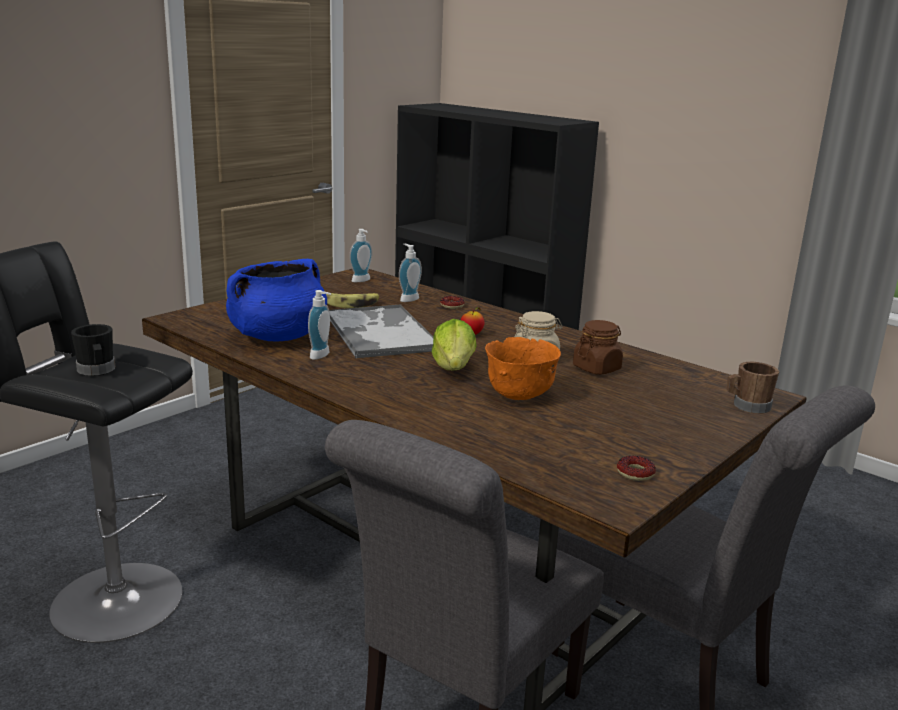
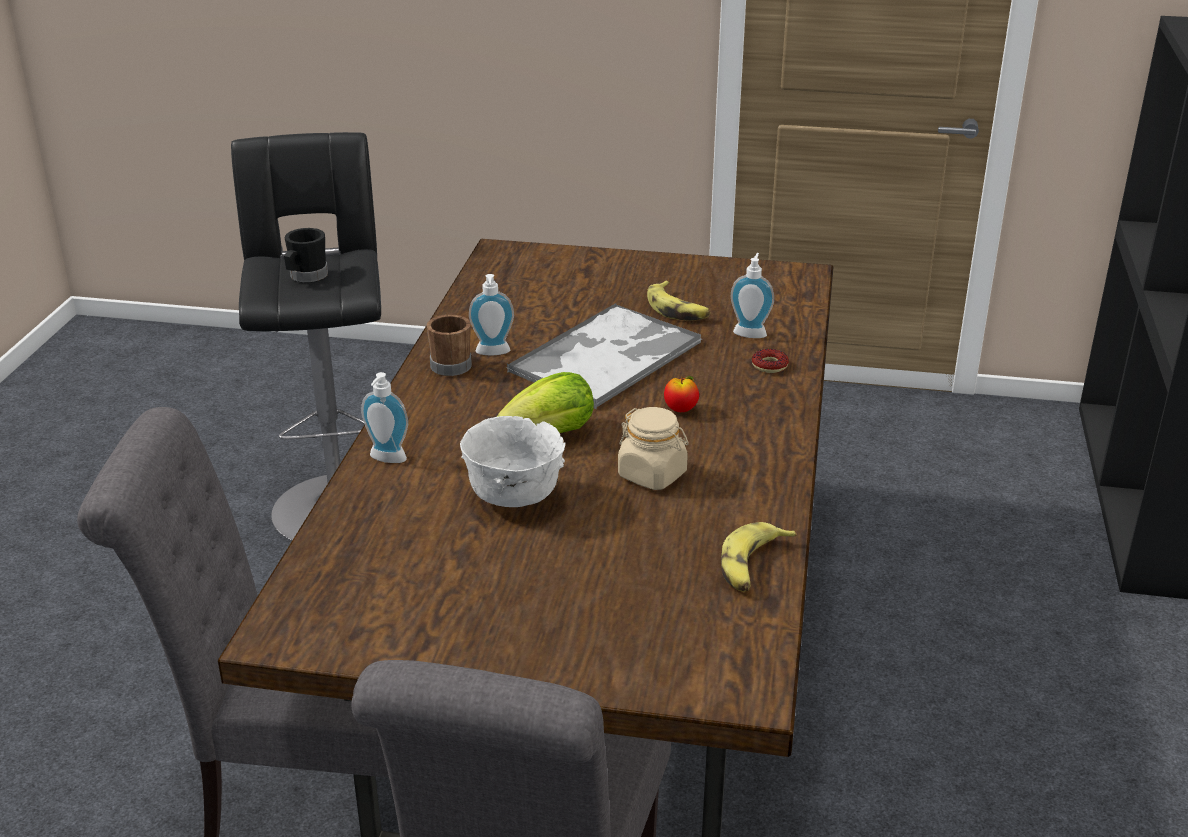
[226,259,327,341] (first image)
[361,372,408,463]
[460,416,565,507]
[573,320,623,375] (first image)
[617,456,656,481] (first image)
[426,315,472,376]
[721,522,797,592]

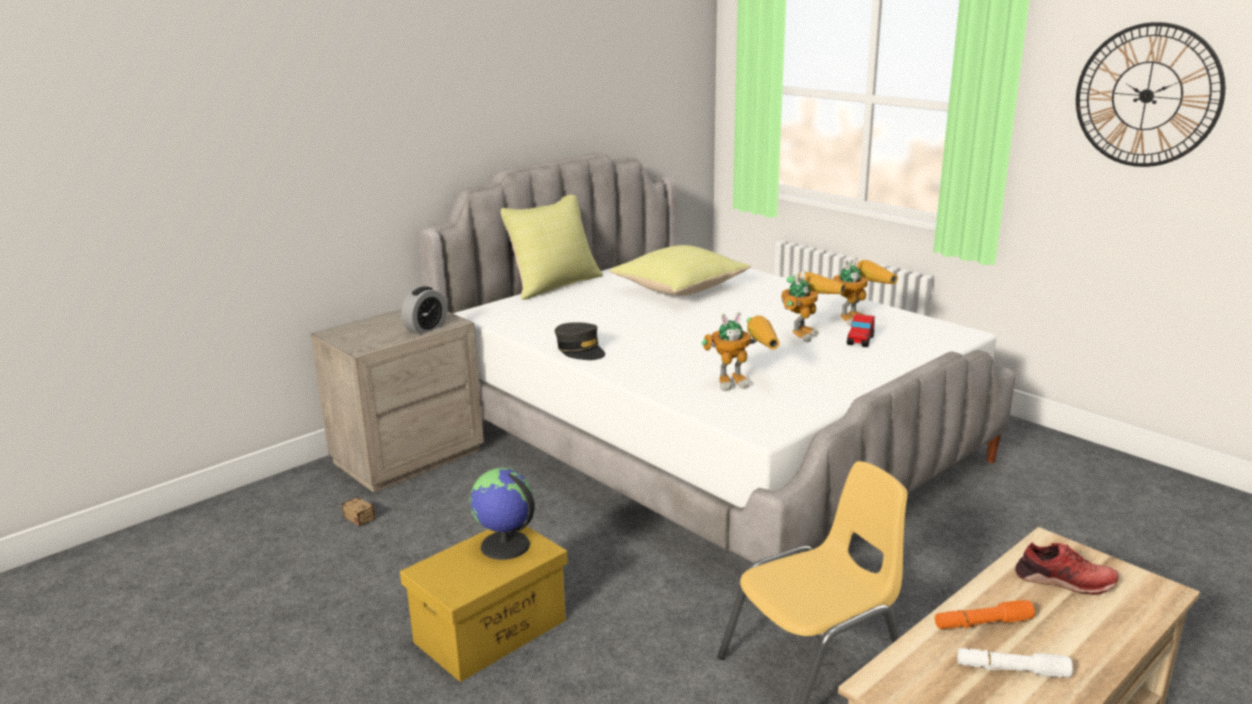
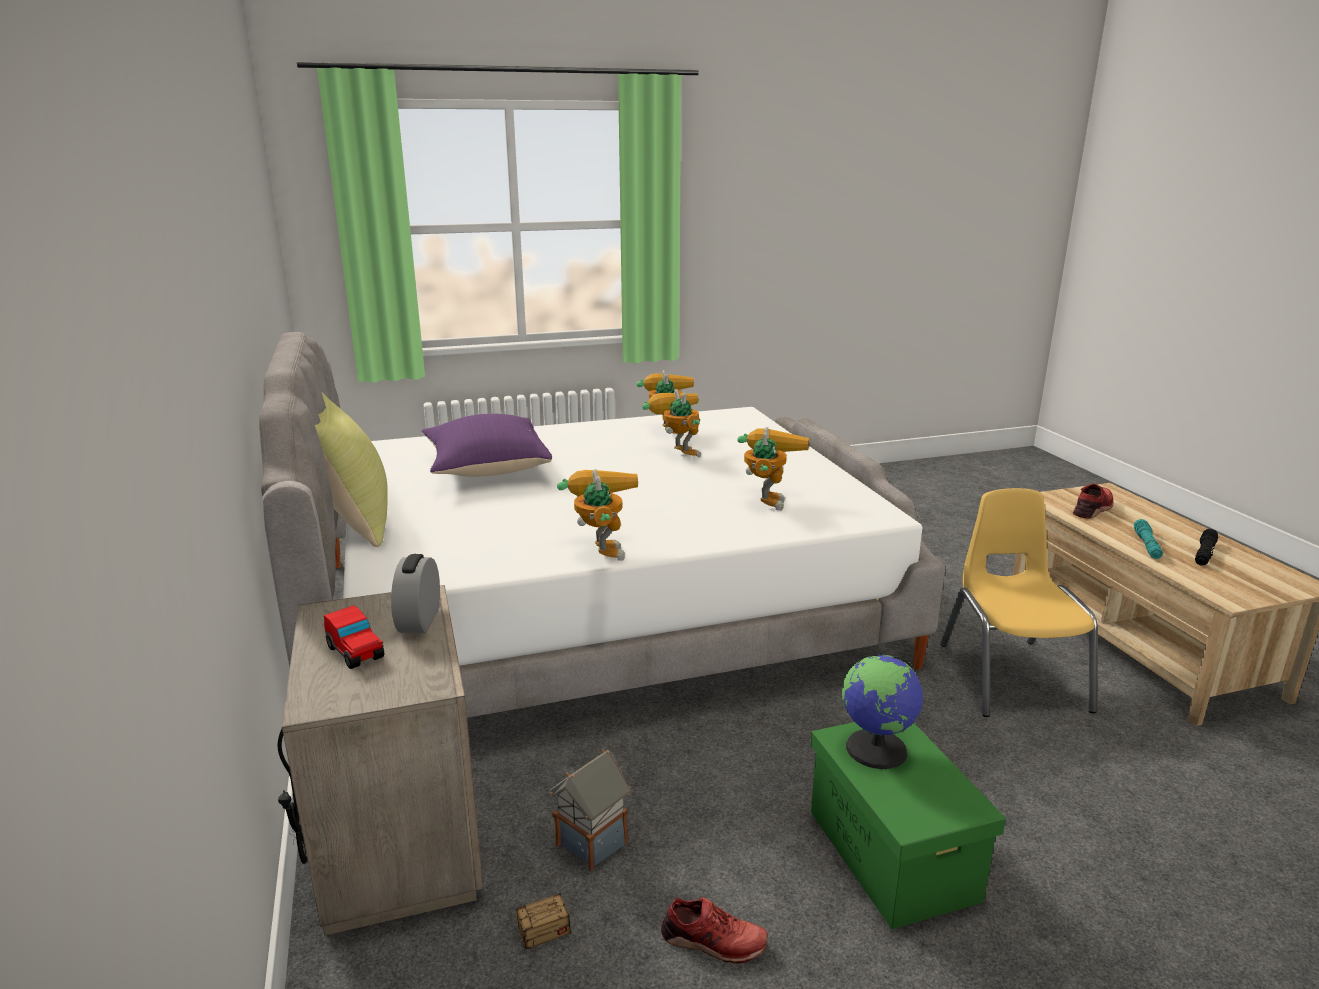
[811,722,1006,929]
[391,554,440,633]
[557,469,638,561]
[421,414,552,477]
[324,605,384,669]
[1134,519,1163,559]
[1195,529,1218,566]
[1076,22,1225,167] (first image)
[550,749,631,871]
[661,897,768,964]

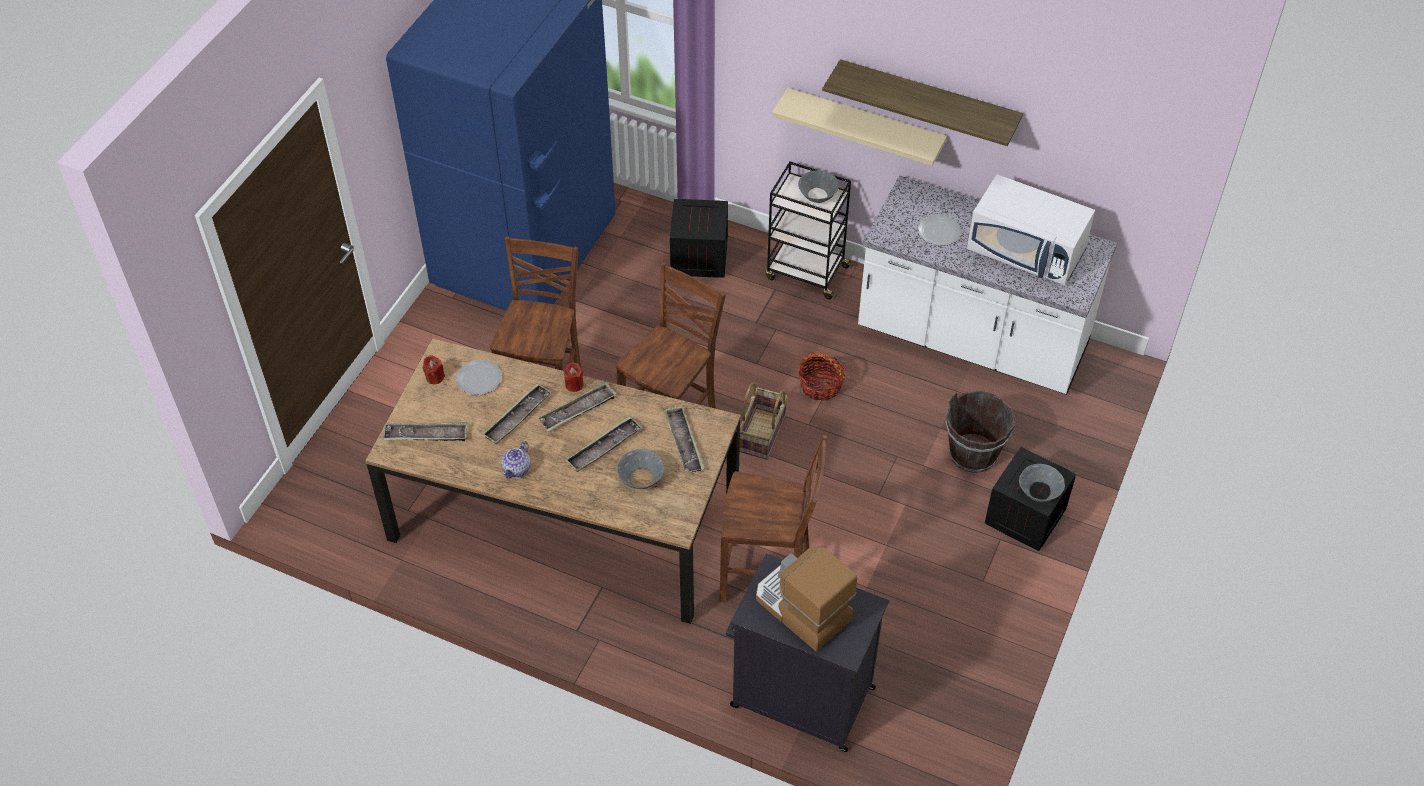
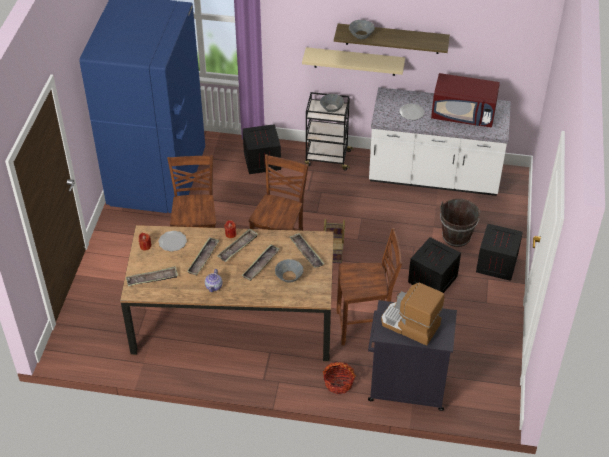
[323,362,356,394]
[431,73,500,128]
[349,20,375,39]
[408,237,461,293]

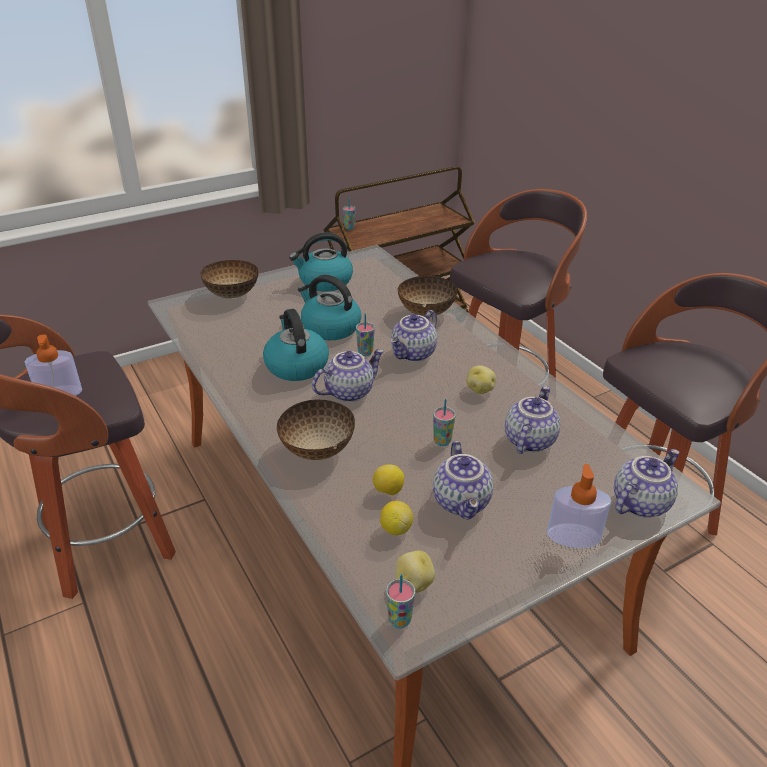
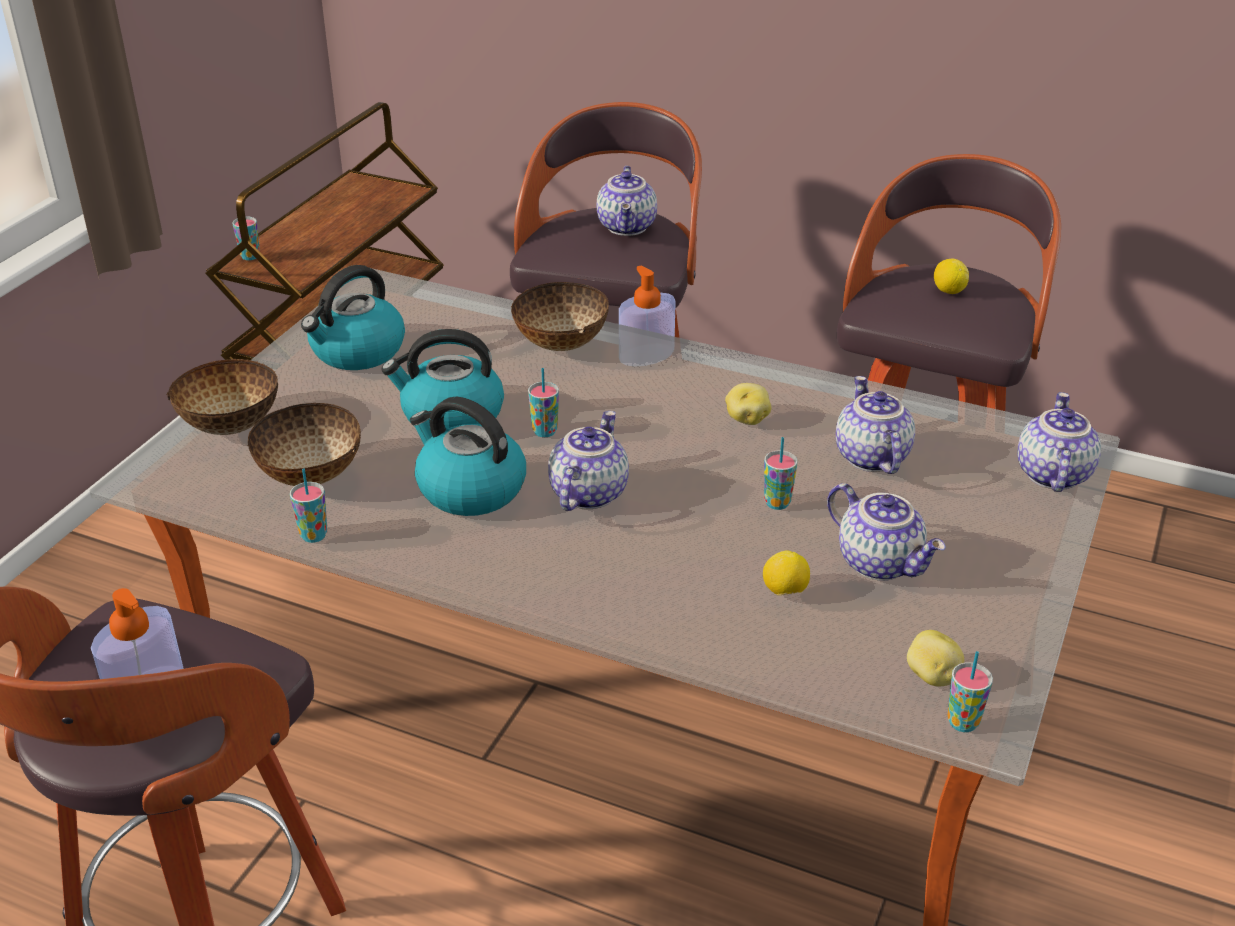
[248,403,361,486]
[934,259,969,294]
[597,166,657,236]
[619,266,676,366]
[290,469,327,543]

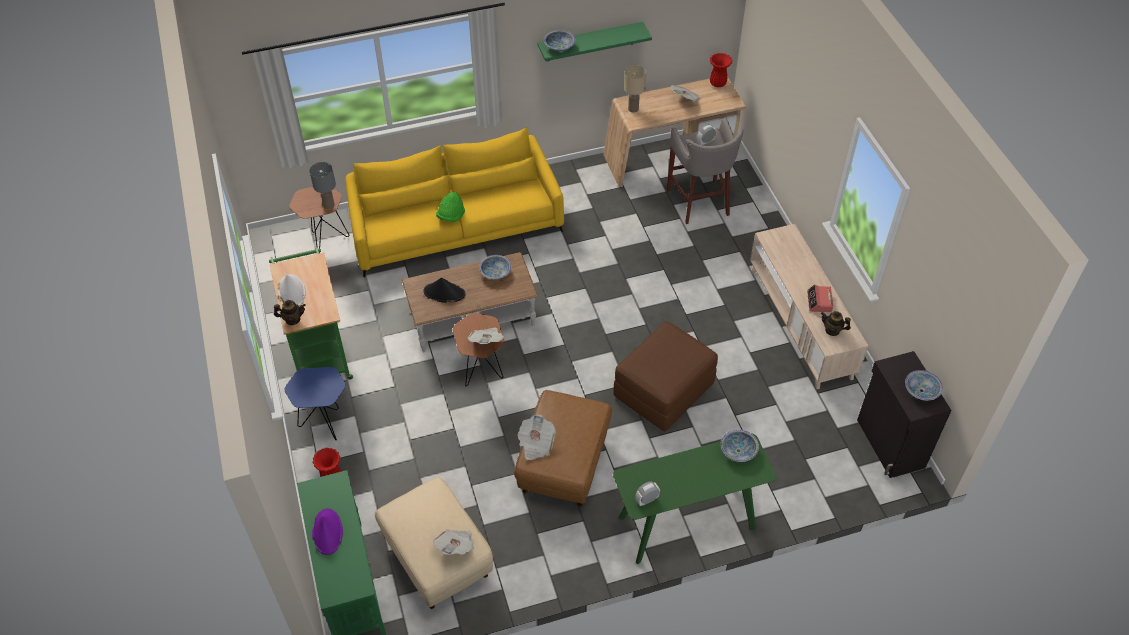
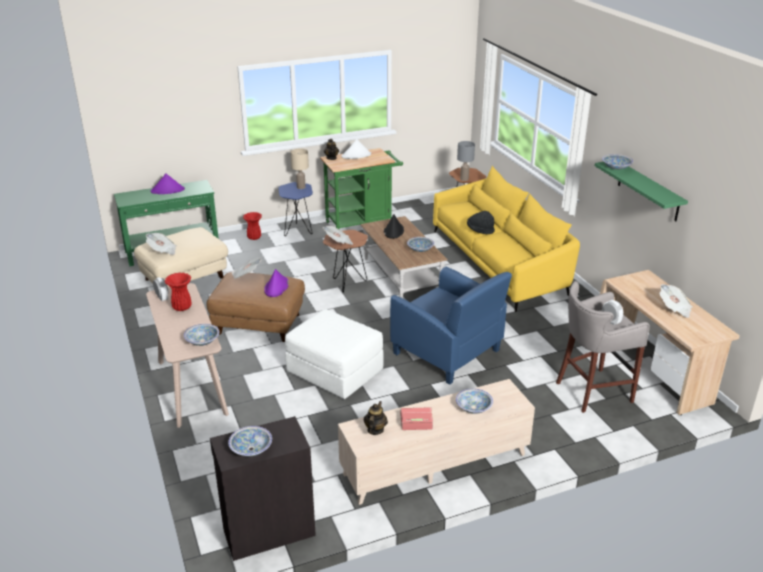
[467,211,495,234]
[285,309,383,399]
[146,283,229,428]
[291,149,309,189]
[165,273,192,311]
[264,269,289,297]
[390,267,512,385]
[456,388,493,414]

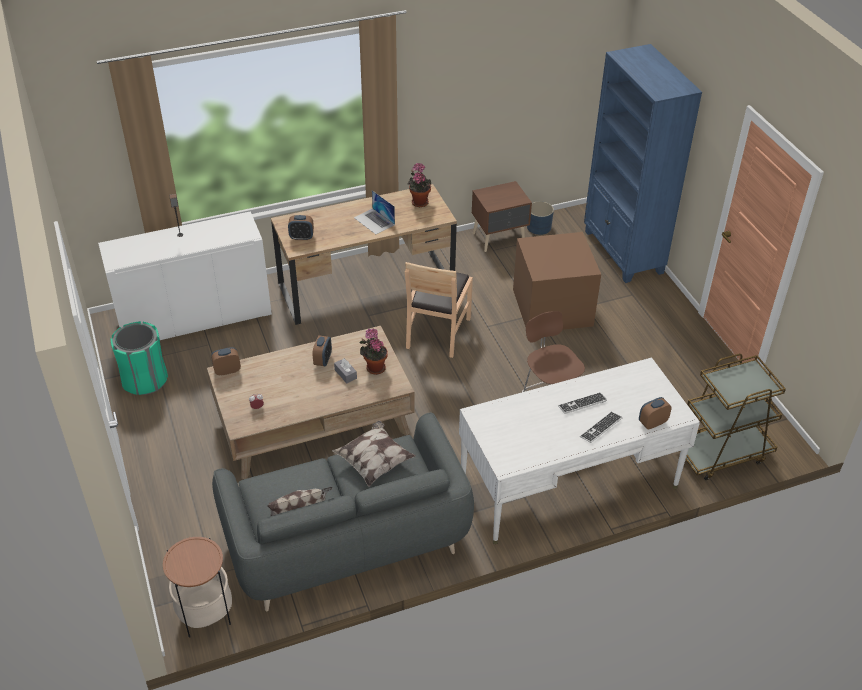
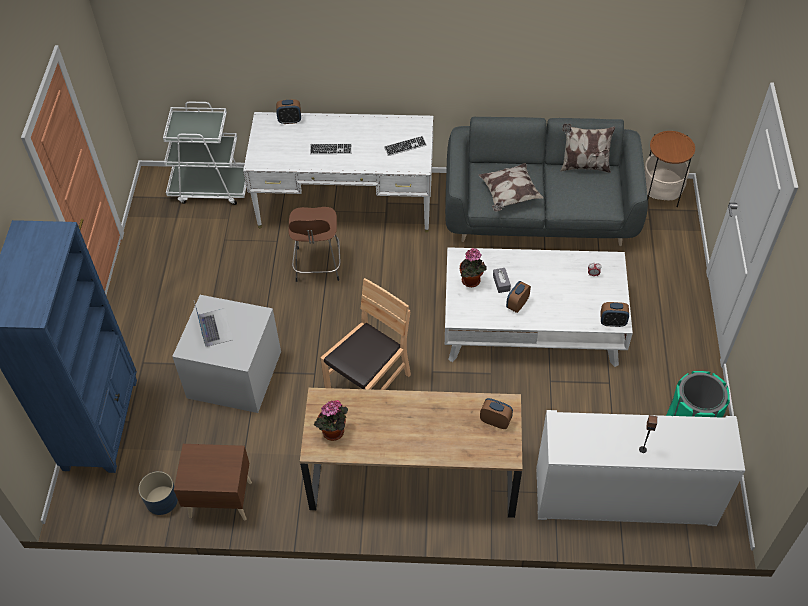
[445,247,633,367]
[194,301,233,347]
[172,295,281,413]
[384,136,427,156]
[163,102,246,205]

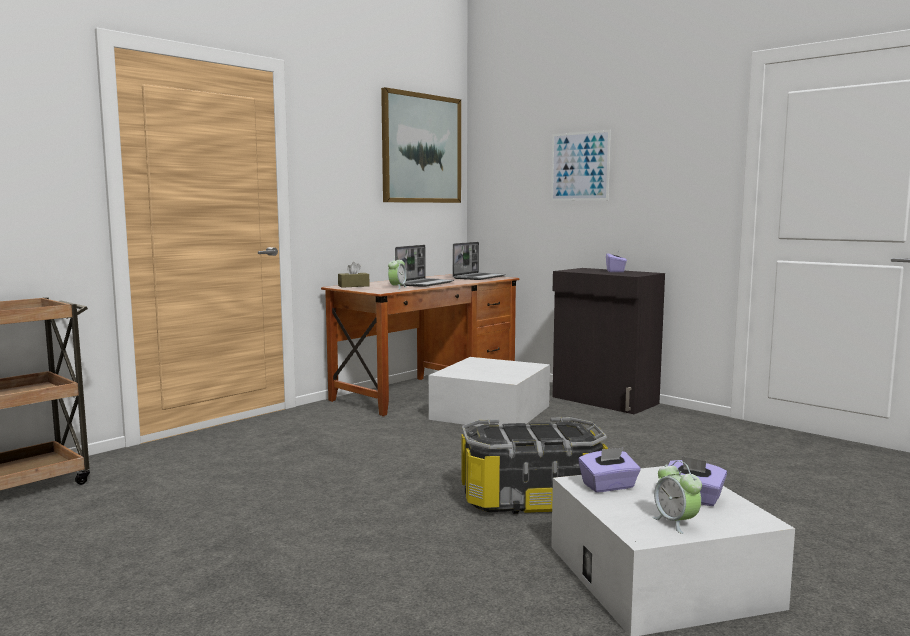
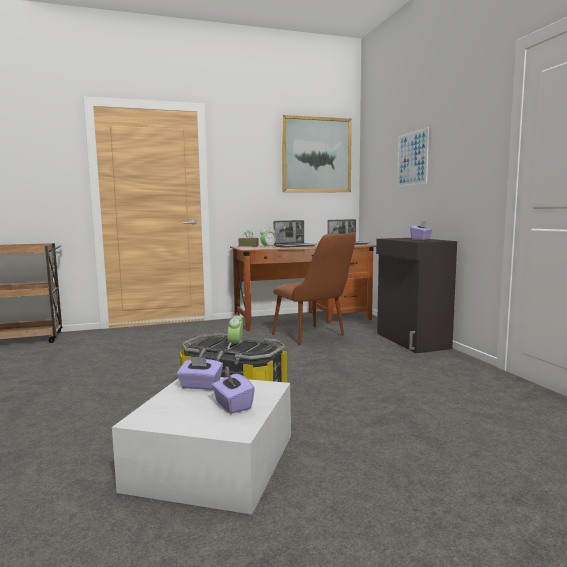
[272,233,356,345]
[227,312,243,349]

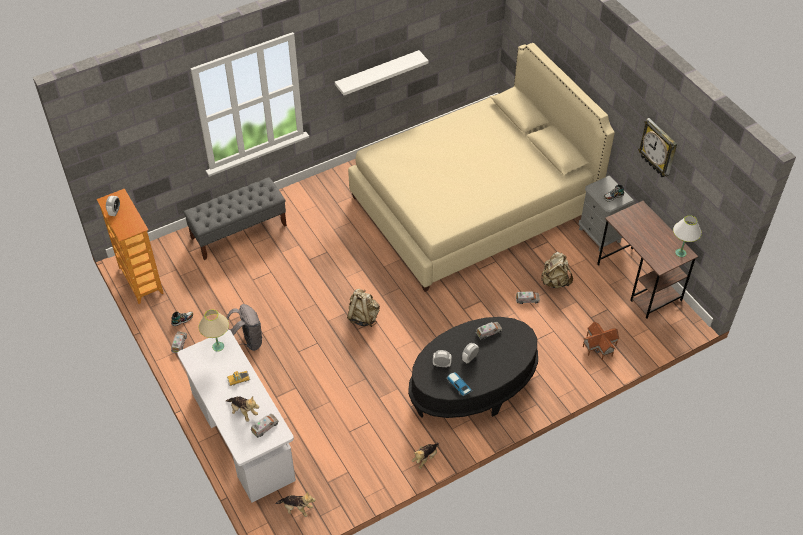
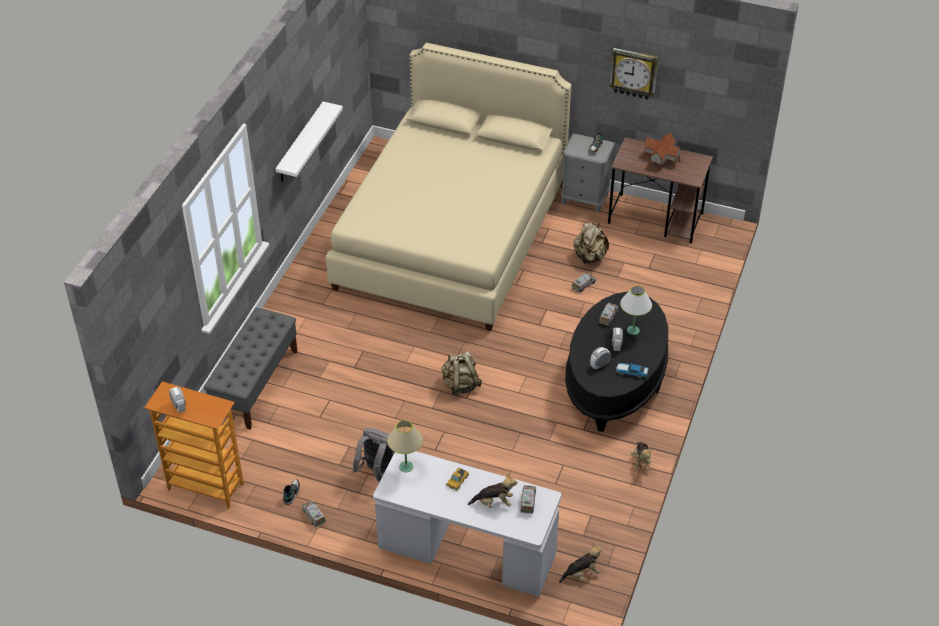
[644,133,682,171]
[620,286,652,335]

